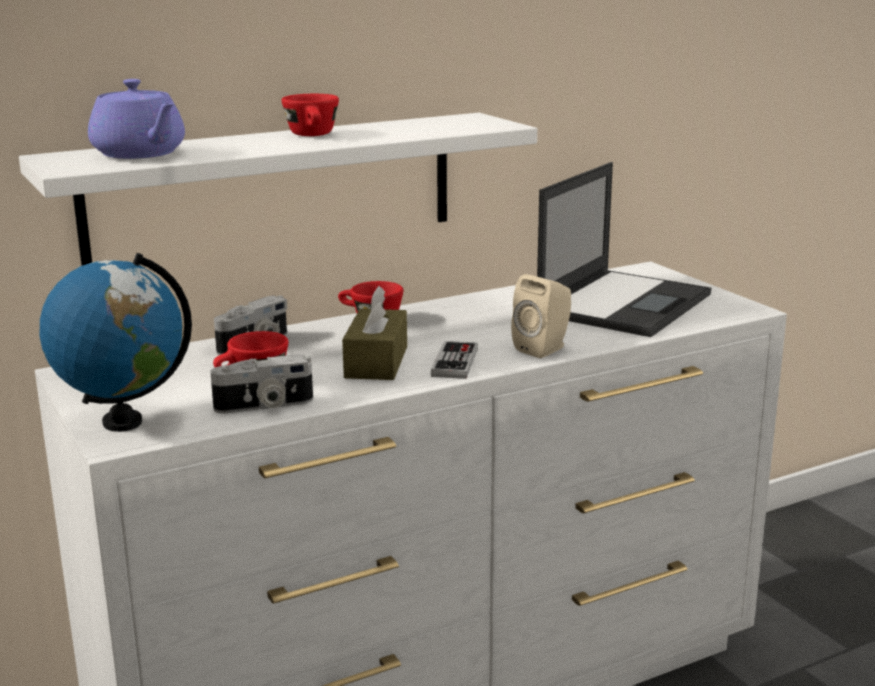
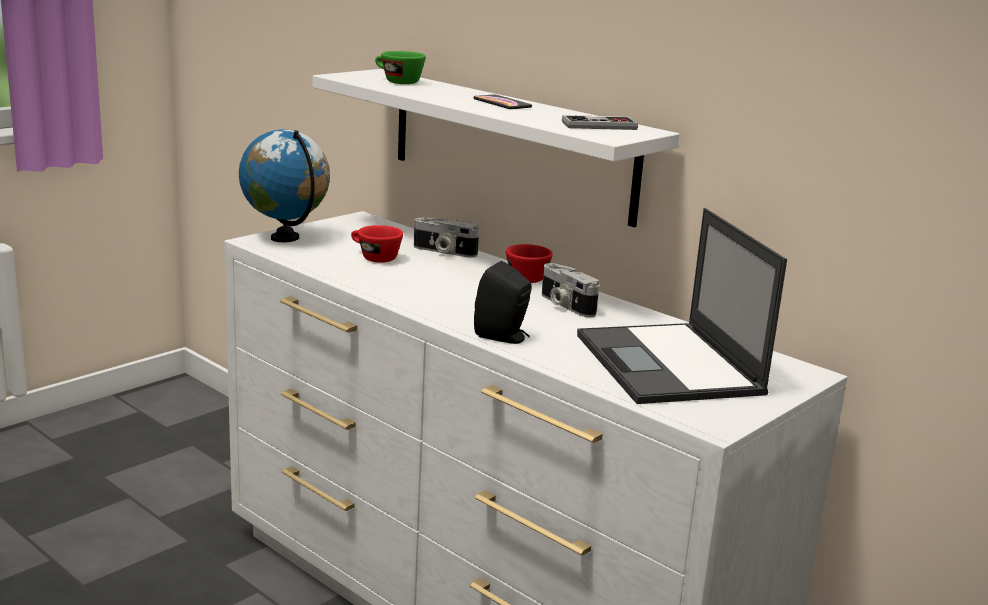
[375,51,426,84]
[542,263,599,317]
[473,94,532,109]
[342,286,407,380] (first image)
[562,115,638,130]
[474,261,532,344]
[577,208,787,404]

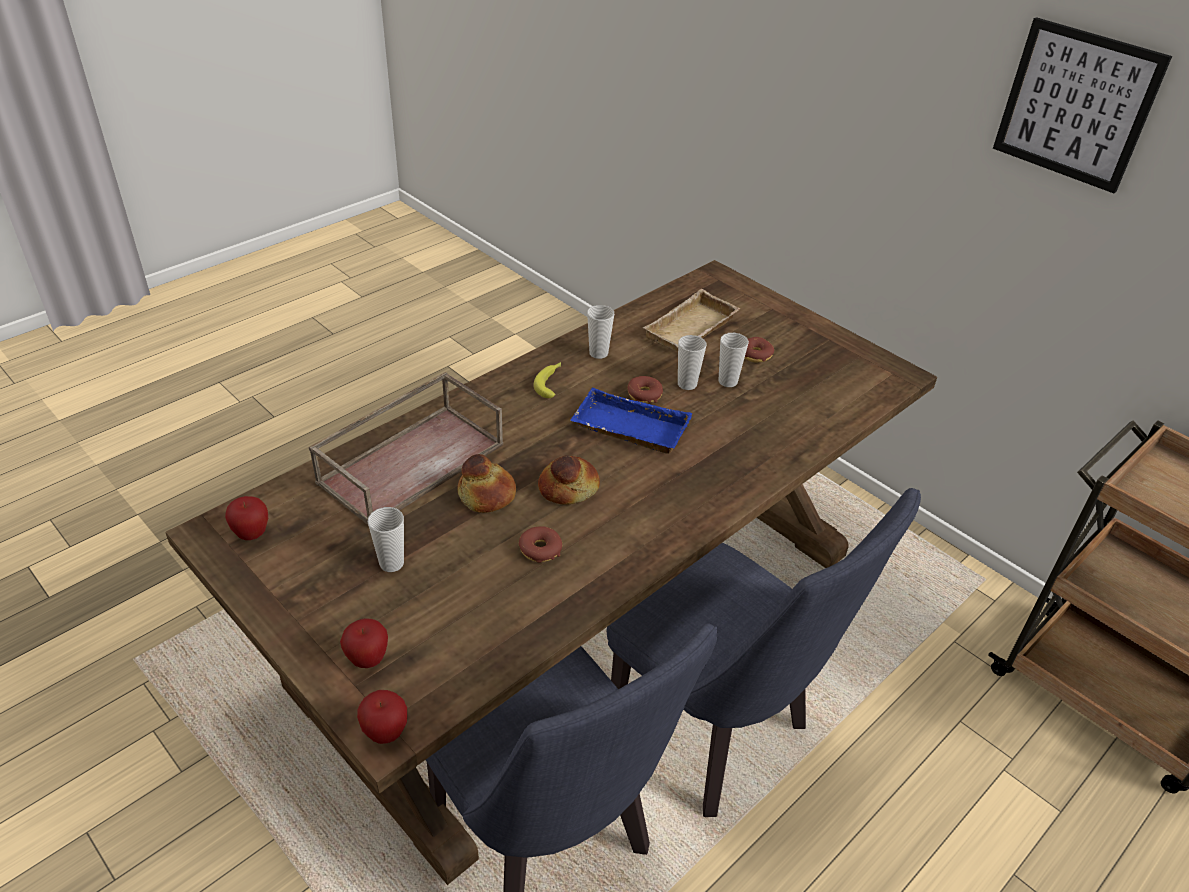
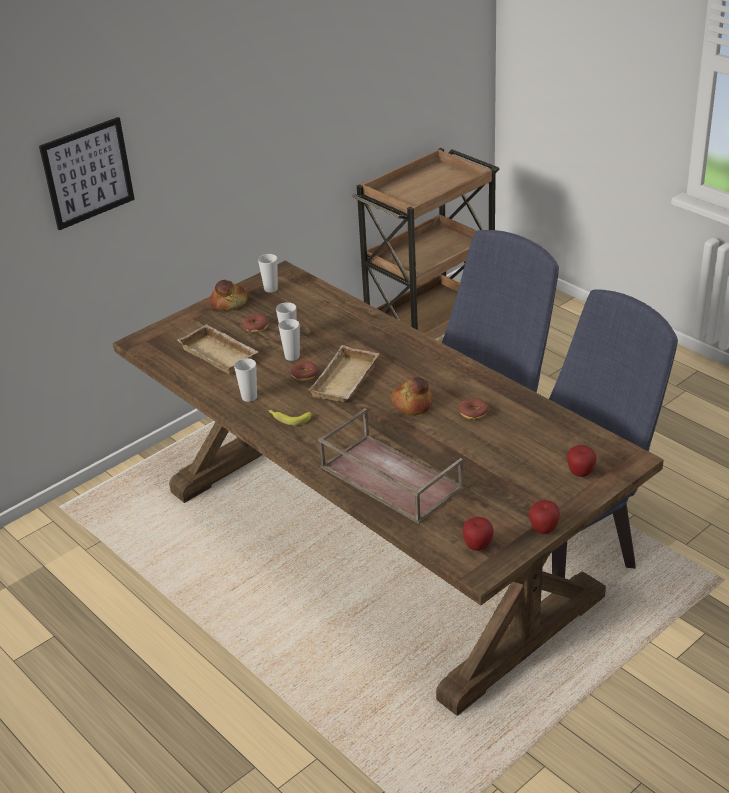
[529,500,560,534]
[258,254,278,293]
[210,280,248,311]
[309,345,379,402]
[39,117,135,230]

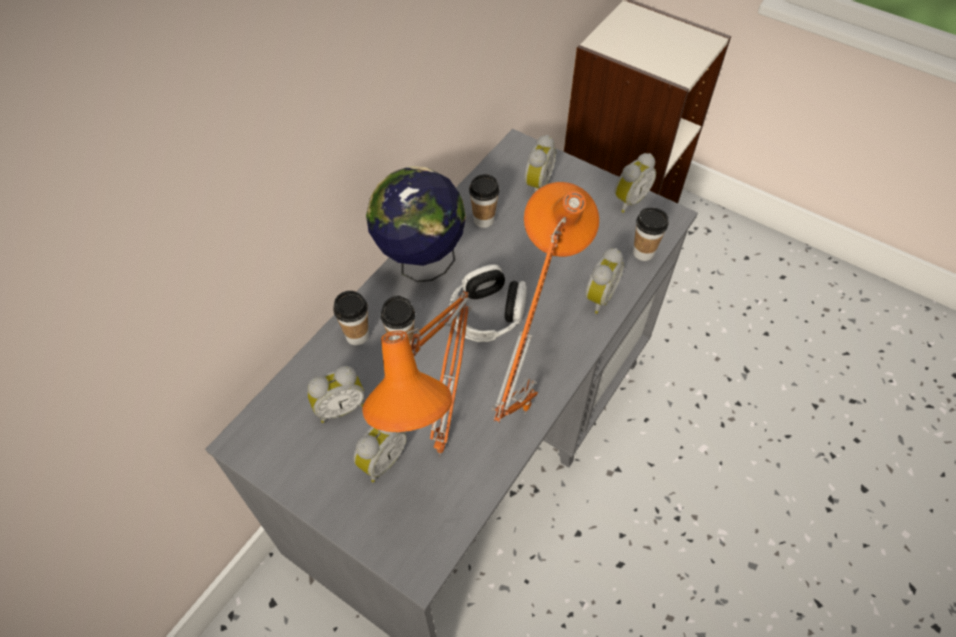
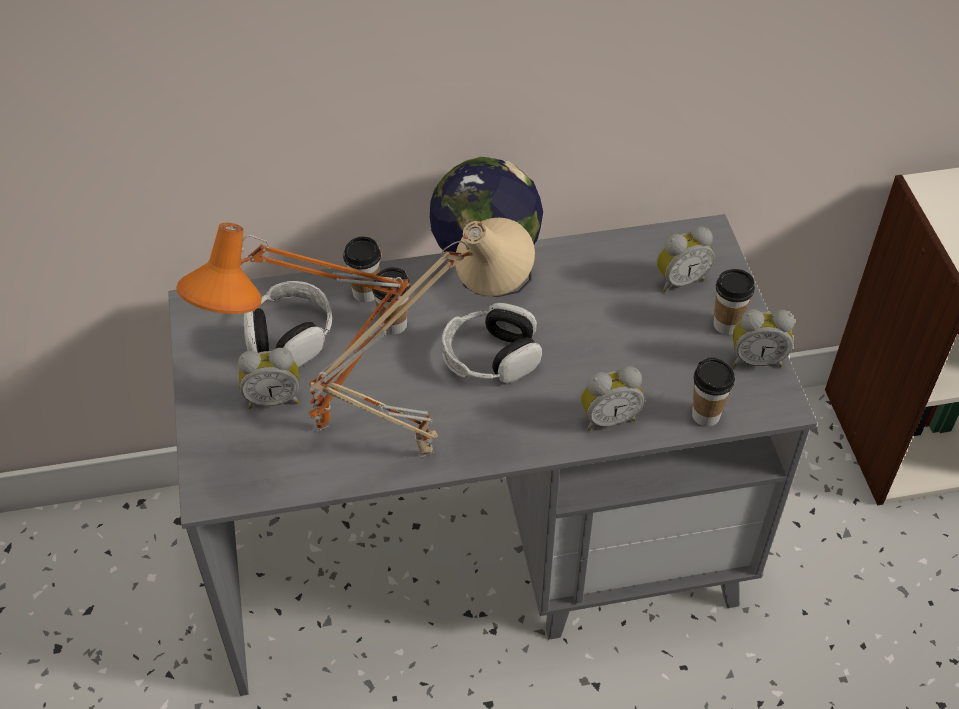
[244,281,332,368]
[714,269,755,335]
[309,218,535,457]

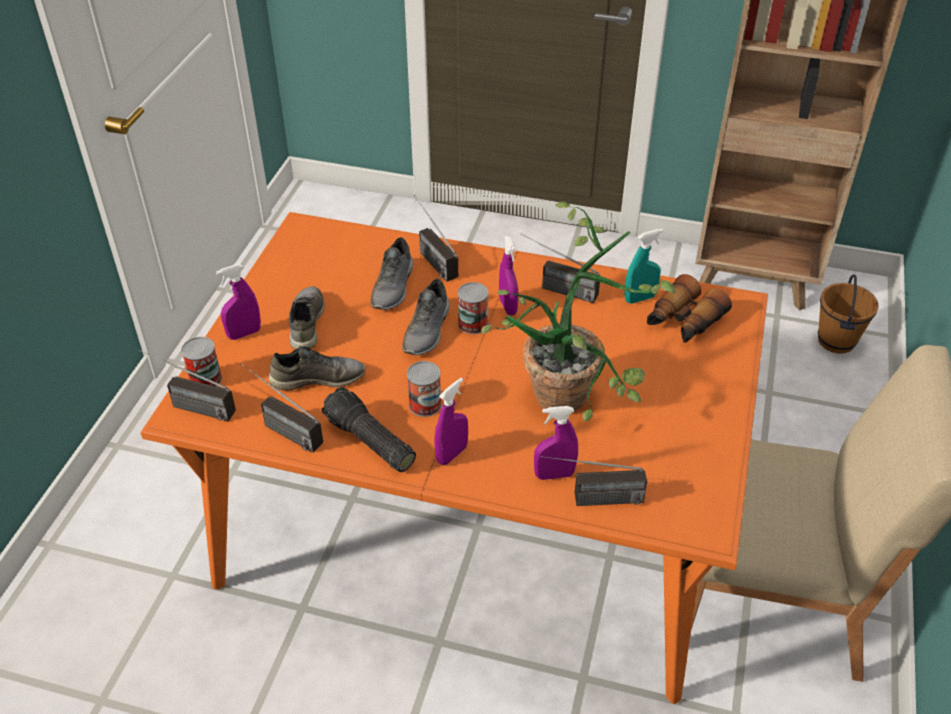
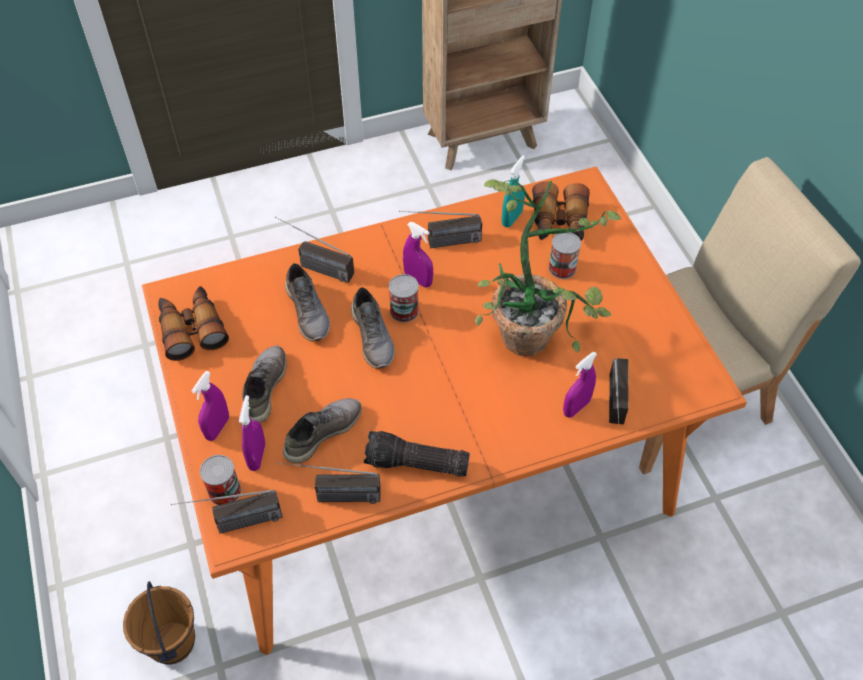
[243,345,287,423]
[548,232,581,279]
[239,395,265,471]
[609,358,629,424]
[123,581,195,665]
[158,286,229,361]

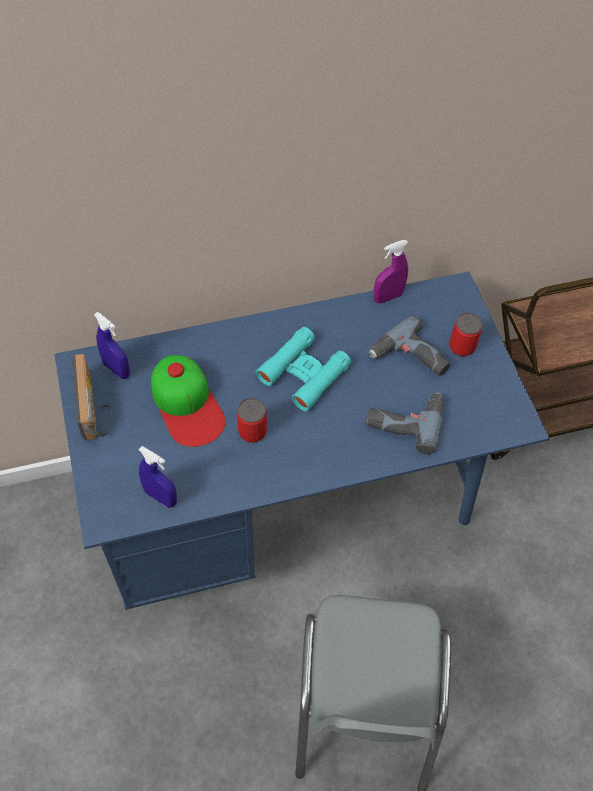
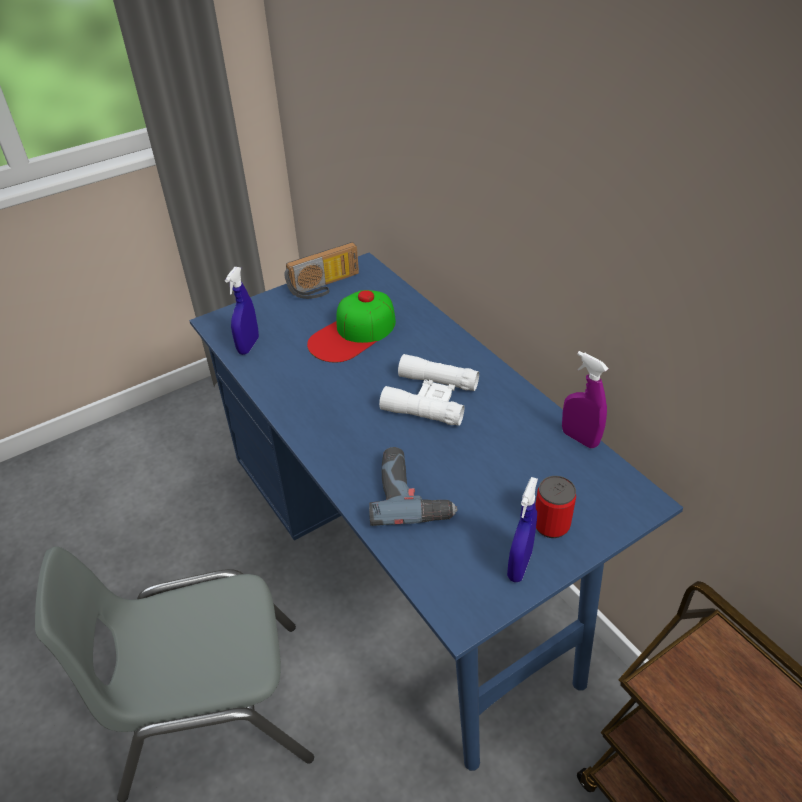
[507,477,538,582]
[237,398,267,443] (first image)
[379,354,479,426]
[369,315,450,376] (first image)

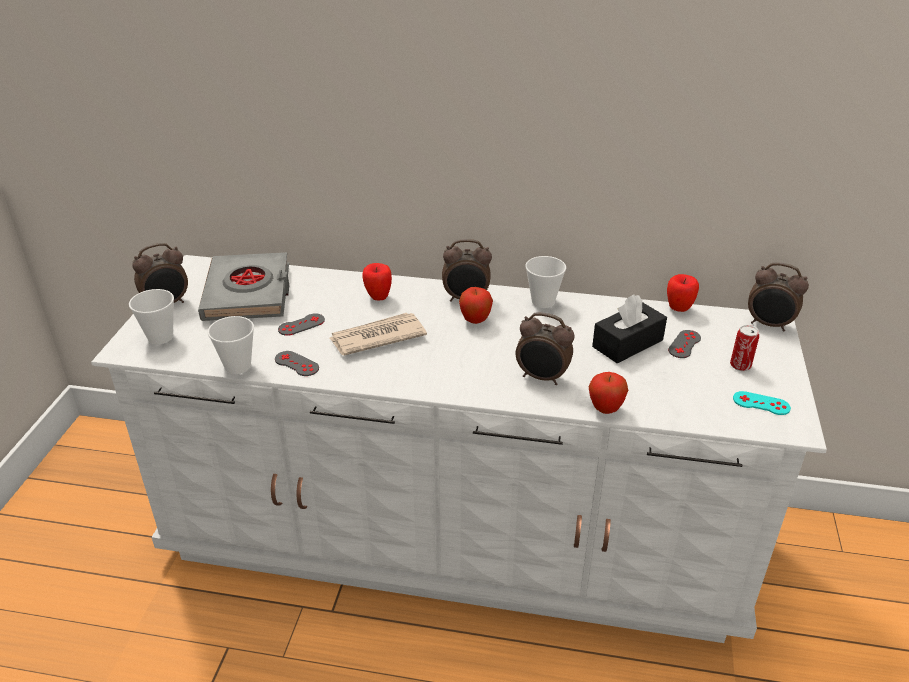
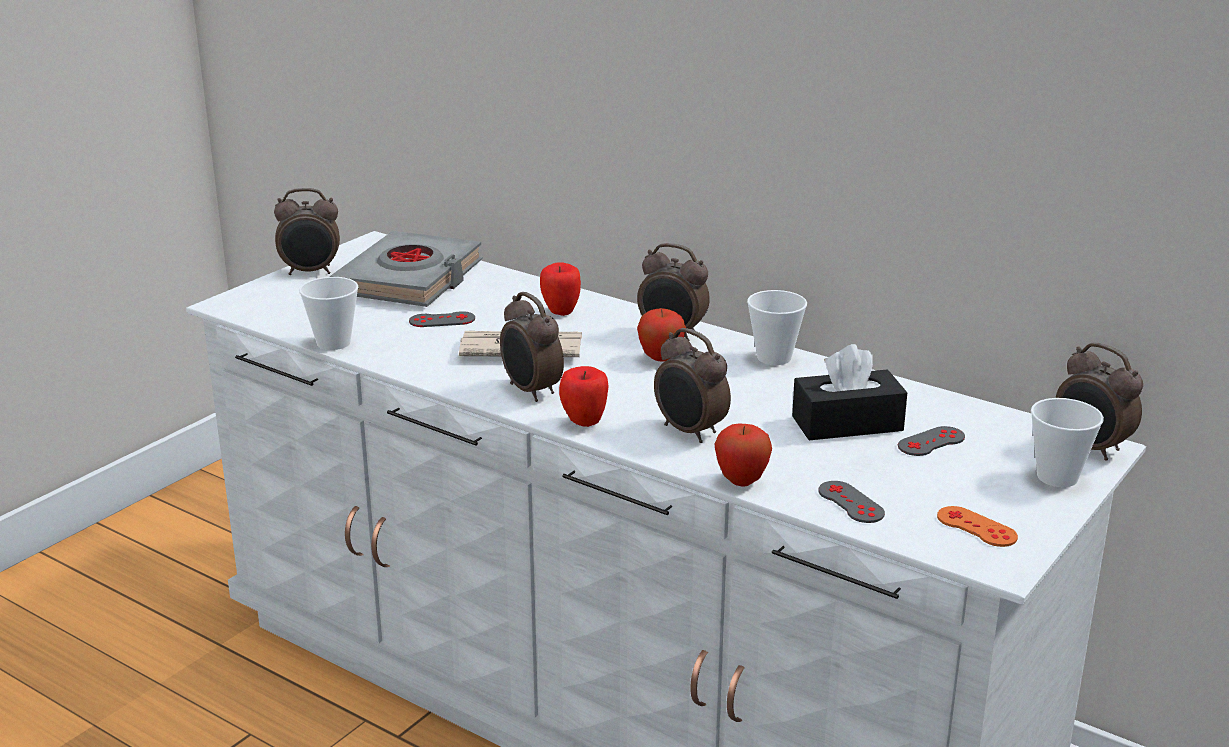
[1031,398,1104,487]
[818,481,885,523]
[559,366,609,427]
[730,325,759,371] (first image)
[937,506,1018,547]
[500,292,564,402]

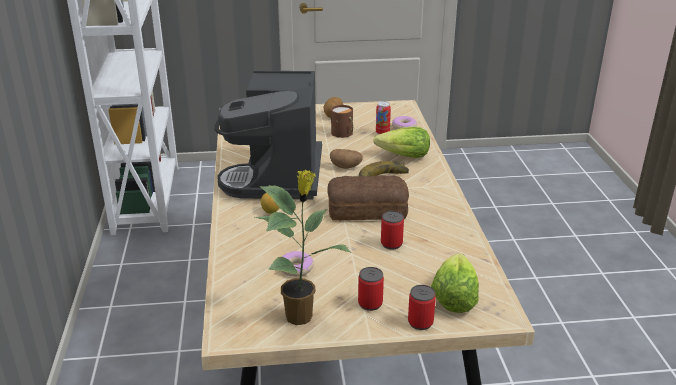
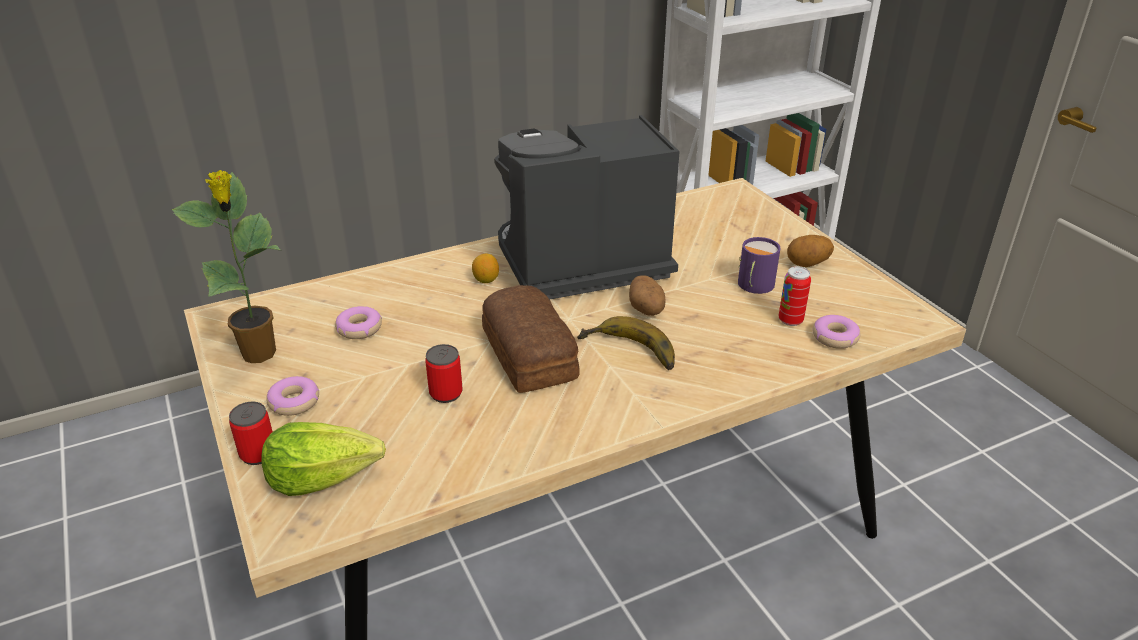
[738,237,780,294]
[266,376,319,416]
[373,127,430,158] (first image)

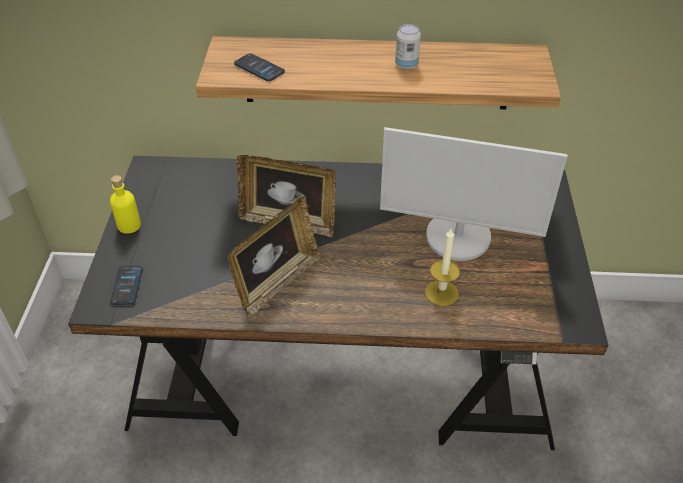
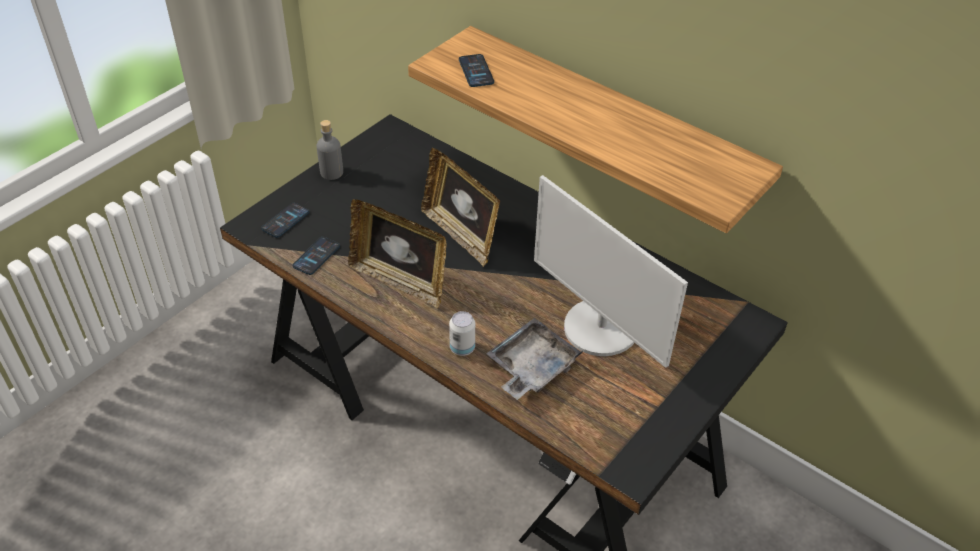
[316,120,343,180]
[348,199,447,309]
[449,311,475,356]
[486,318,583,400]
[293,237,340,275]

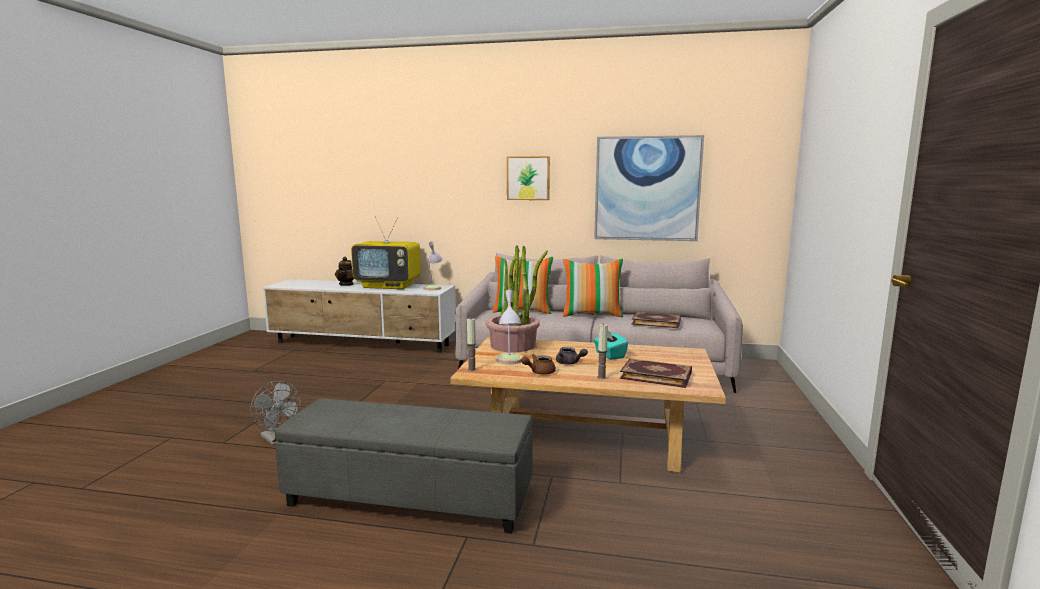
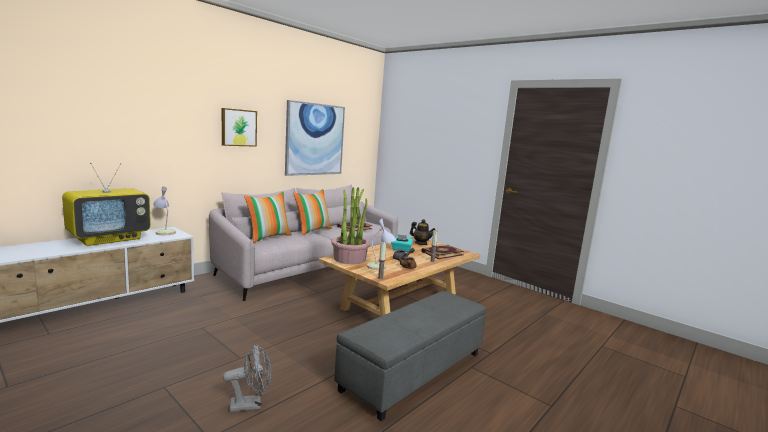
[410,219,435,245]

